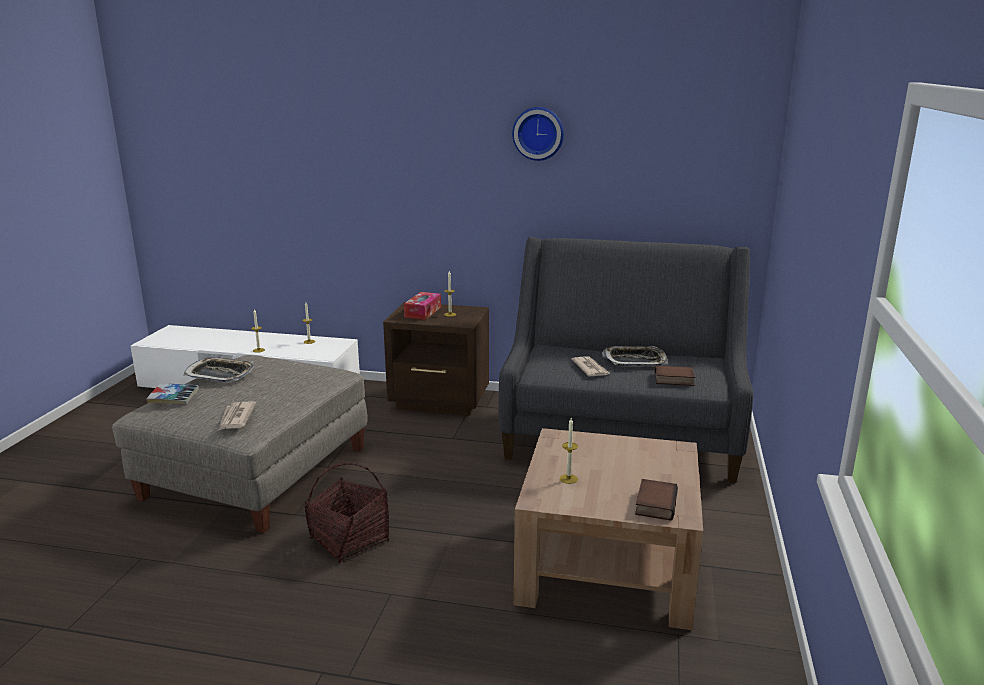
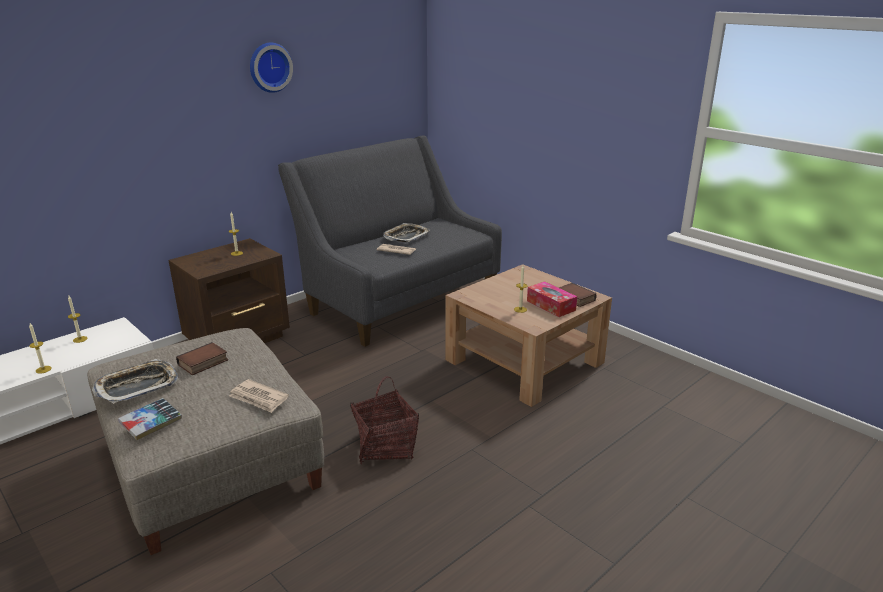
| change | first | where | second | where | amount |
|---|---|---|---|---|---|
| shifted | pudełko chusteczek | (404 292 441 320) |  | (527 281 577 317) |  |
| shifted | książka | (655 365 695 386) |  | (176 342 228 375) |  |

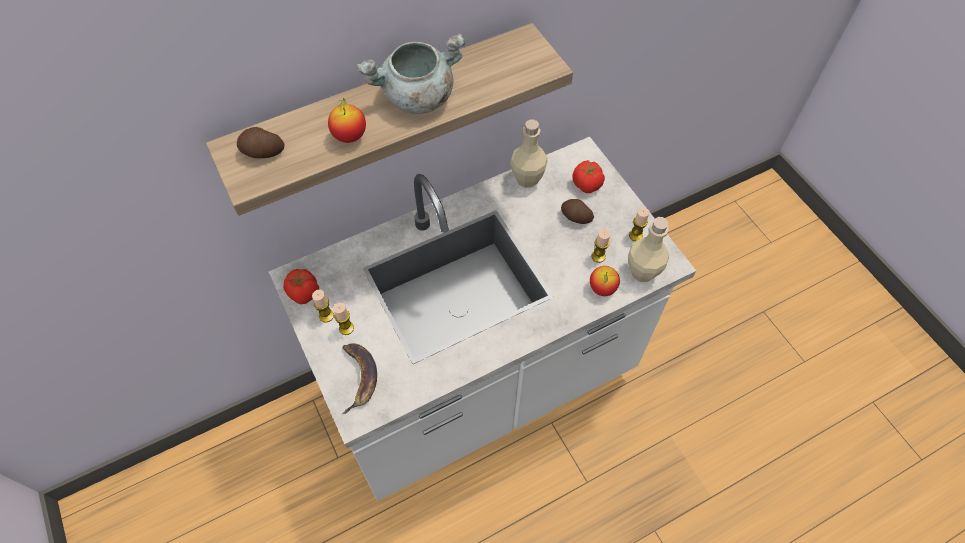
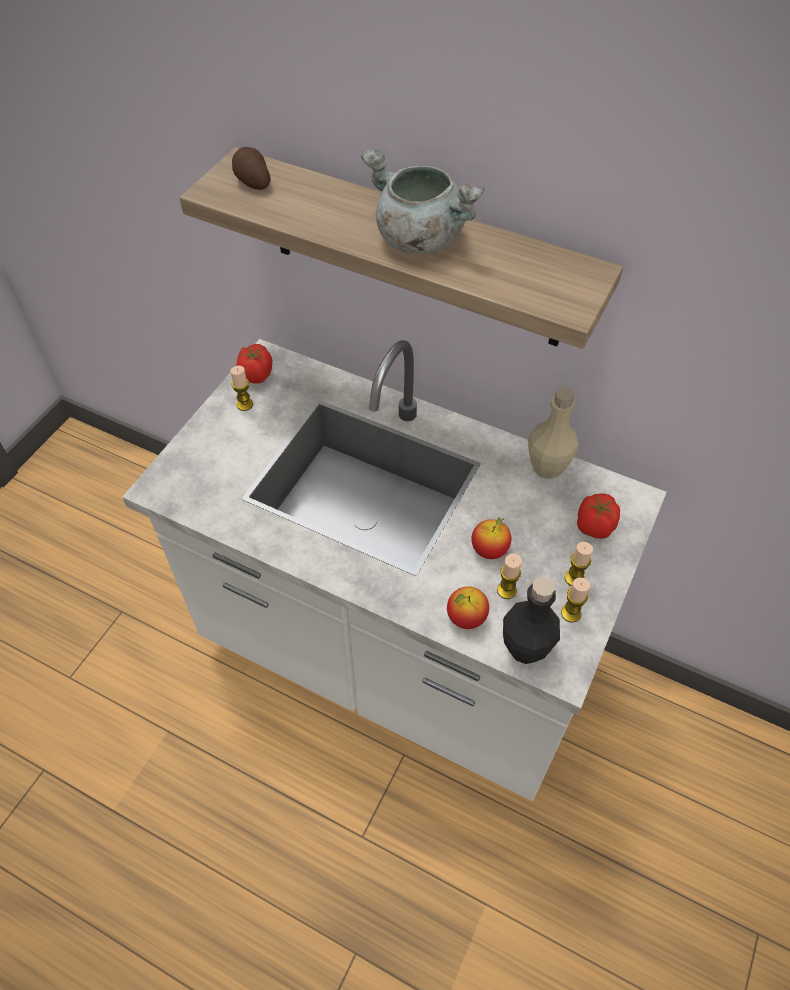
| change | first | where | second | where | amount |
|---|---|---|---|---|---|
| shifted | jabłko | (328 98 366 143) |  | (471 517 512 559) |  |
| shifted | świeca | (333 303 354 335) |  | (565 542 593 586) |  |
| gone | banan | (342 343 377 414) |  |  |  |
| gone | ziemniak | (561 199 594 224) |  |  |  |
| repainted | butelka [beżowy] | (628 217 669 282) | butelka [czarny] | (503 577 560 664) |  |

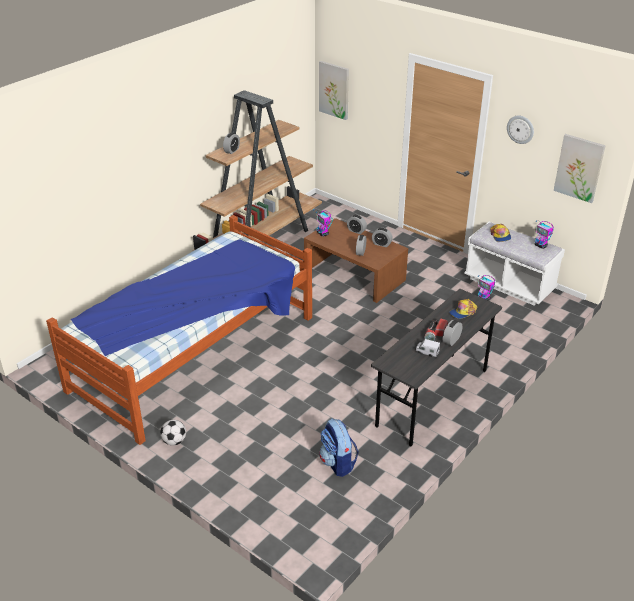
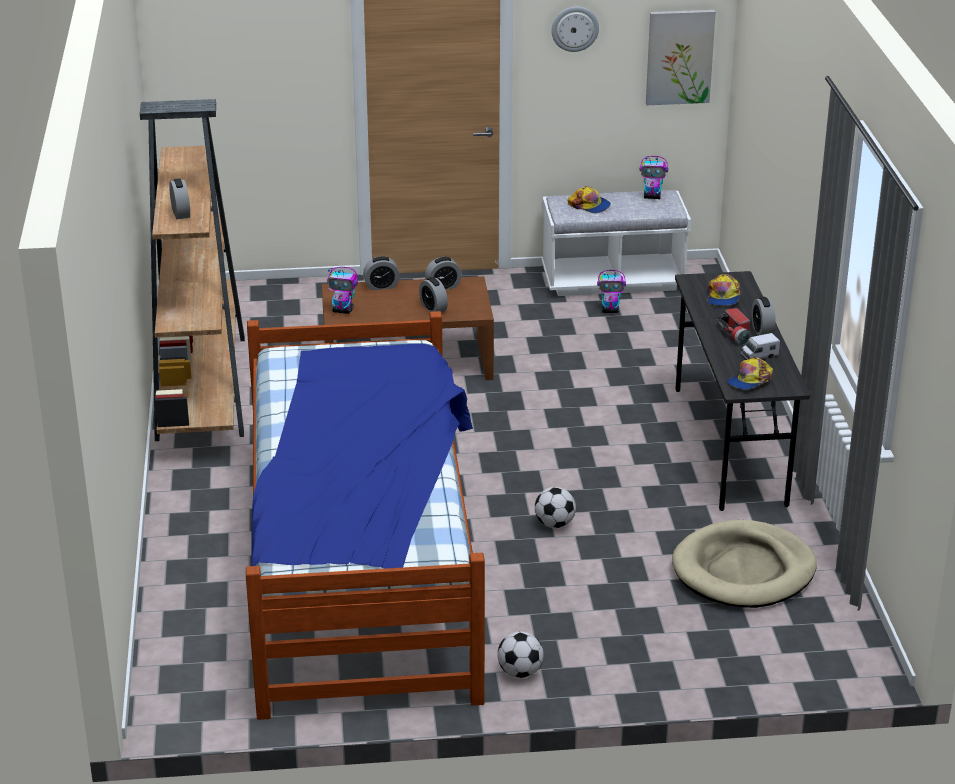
| change | first | where | second | where | amount |
|---|---|---|---|---|---|
| gone | obraz | (319 61 349 120) |  |  |  |
| swapped | plecak | (320 418 359 477) | legowisko [beżowy] | (672 520 817 608) |  |
| new |  |  | piłka futbolowa | (535 487 576 528) |  |
| new |  |  | czapka z daszkiem | (726 357 773 389) |  |

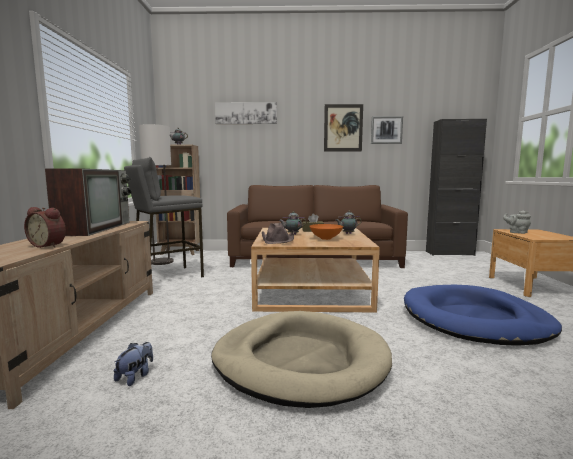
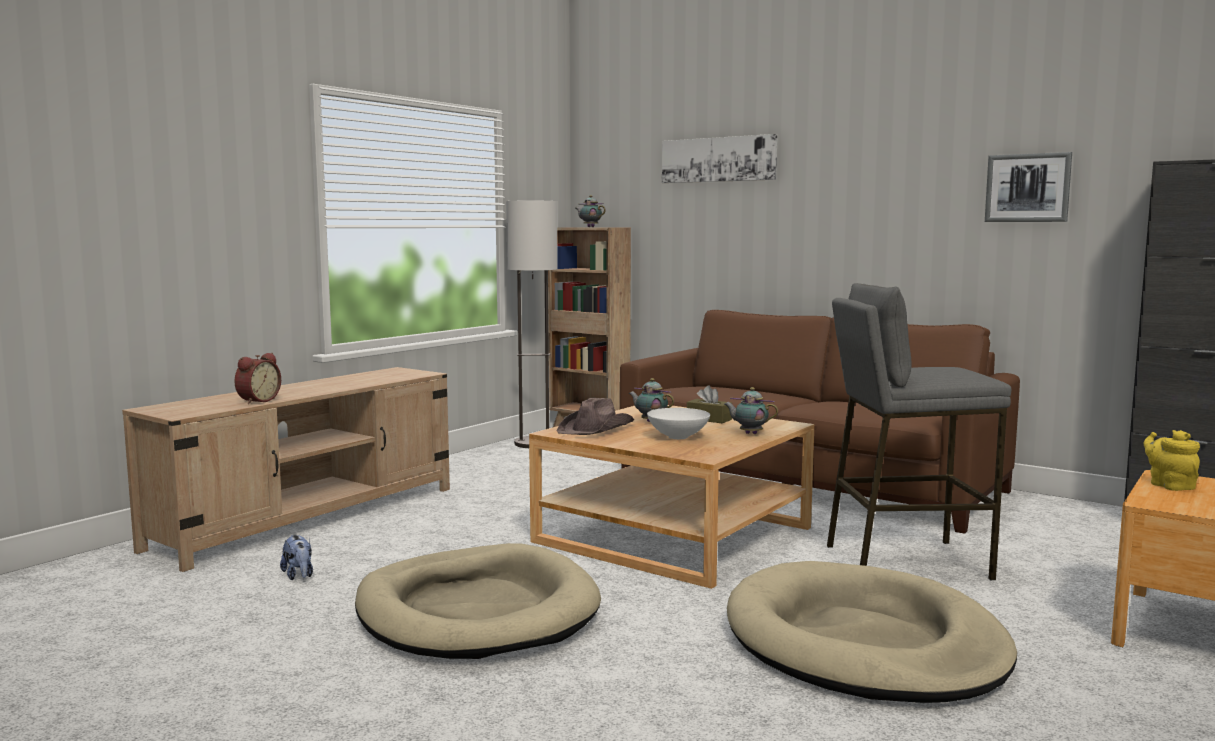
| change | first | where | second | where | amount |
|---|---|---|---|---|---|
| rotated | budzik | (24 207 66 248) |  | (234 353 281 404) | 120 degrees counterclockwise |
| gone | telewizor | (45 168 132 236) |  |  |  |
| rotated | pluszak | (114 342 153 386) |  | (280 535 313 580) | 90 degrees clockwise |
| shifted | stołek [szary] | (124 157 204 277) |  | (827 283 1011 580) |  |
| repainted | miska [pomarańczowy] | (309 224 343 240) | miska [biały] | (647 408 710 439) |  |
| gone | obraz | (324 104 363 152) |  |  |  |
| repainted | legowisko [niebieski] | (404 285 562 346) | legowisko [beżowy] | (727 561 1017 703) |  |
| repainted | imbryk [szary] | (503 211 531 234) | imbryk [żółty] | (1144 430 1200 491) |  |

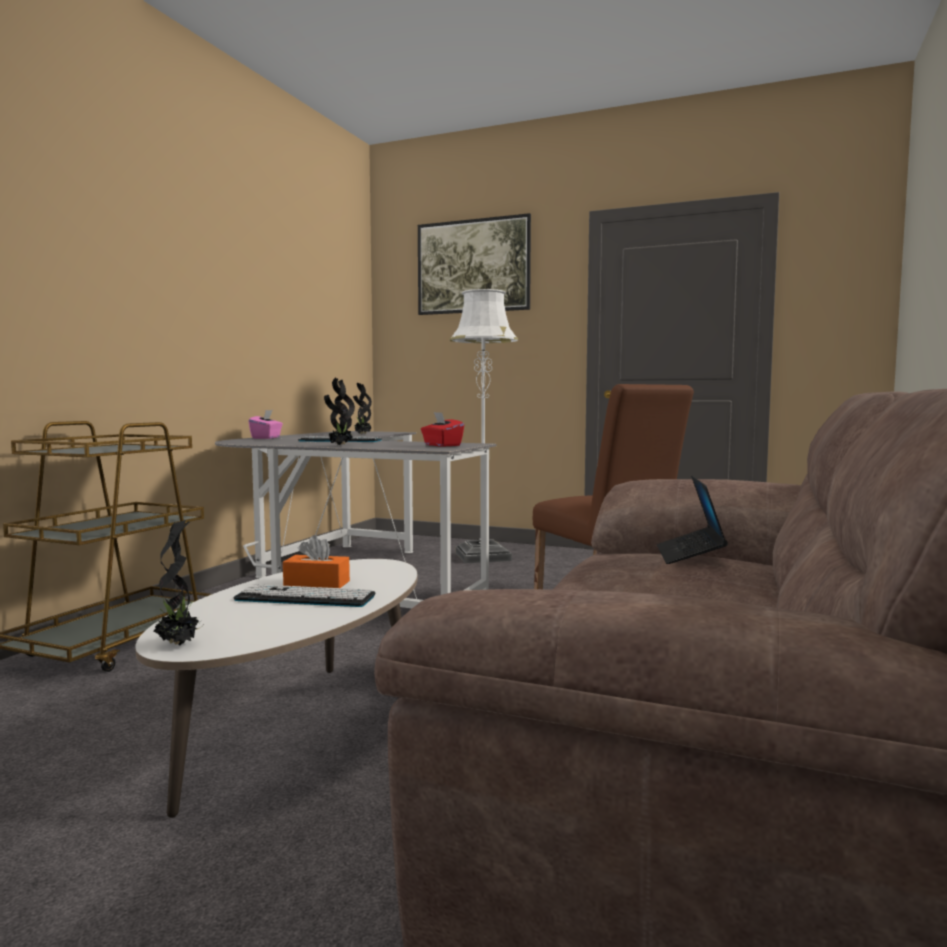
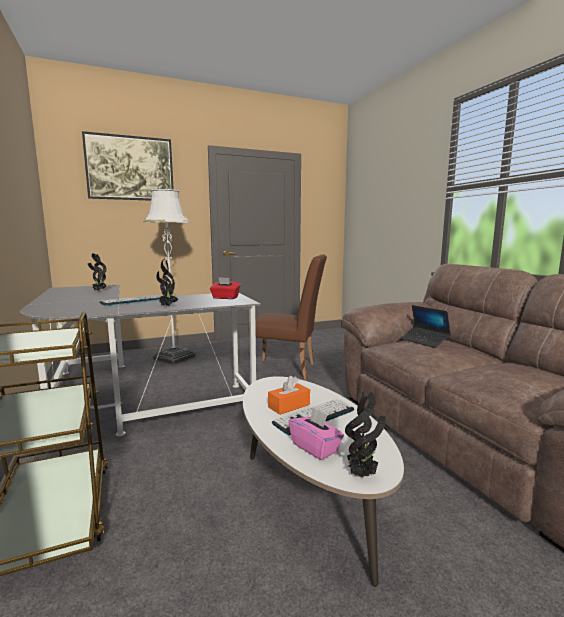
| change | first | where | second | where | amount |
|---|---|---|---|---|---|
| shifted | pudełko chusteczek [różowy] | (248 410 283 439) |  | (289 407 344 460) |  |

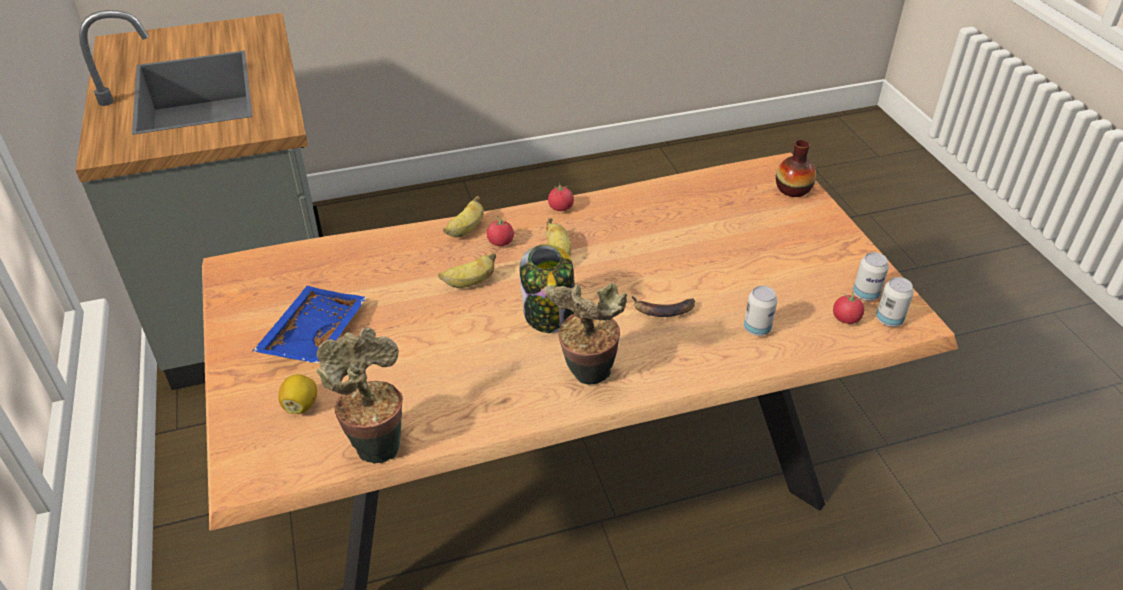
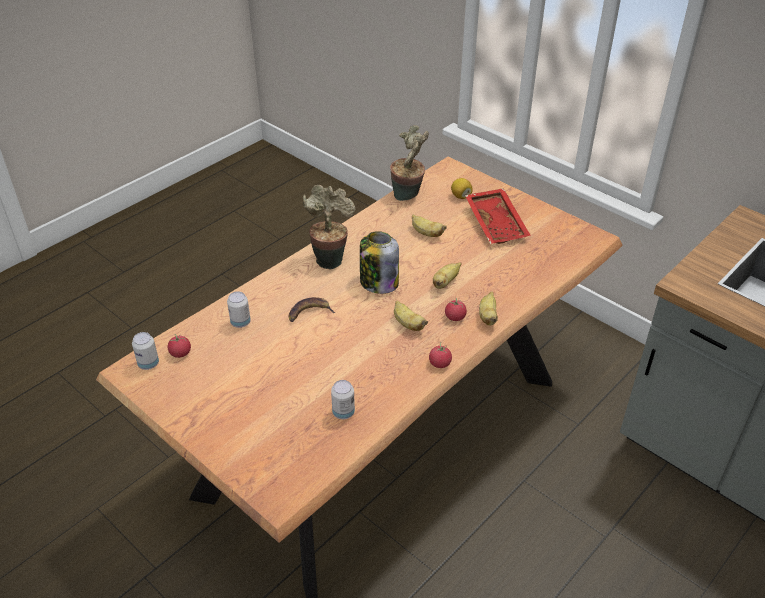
| change | first | where | second | where | amount |
|---|---|---|---|---|---|
| repainted | taca [niebieski] | (252 286 367 364) | taca [czerwony] | (465 188 531 244) |  |
| gone | wazon | (776 140 816 197) |  |  |  |
| shifted | puszka | (853 252 889 301) |  | (331 380 355 419) |  |
| new |  |  | banan | (412 215 447 237) |  |

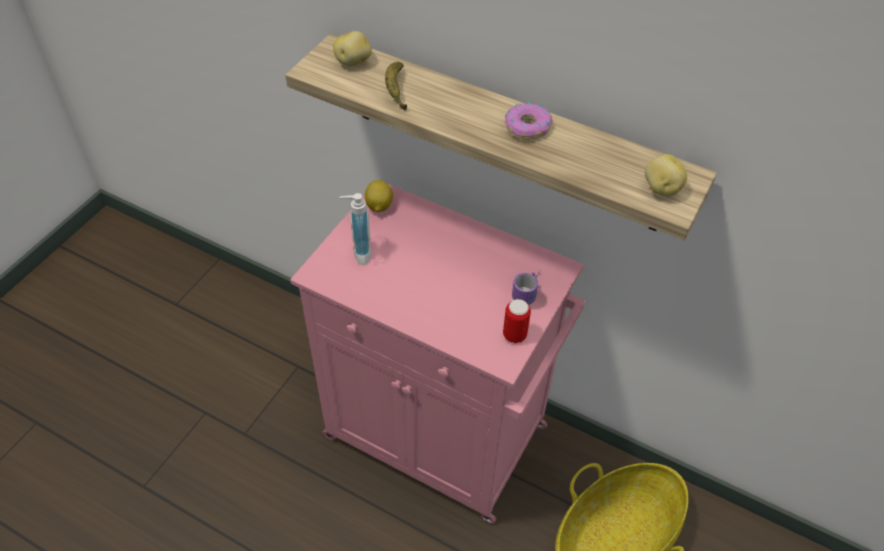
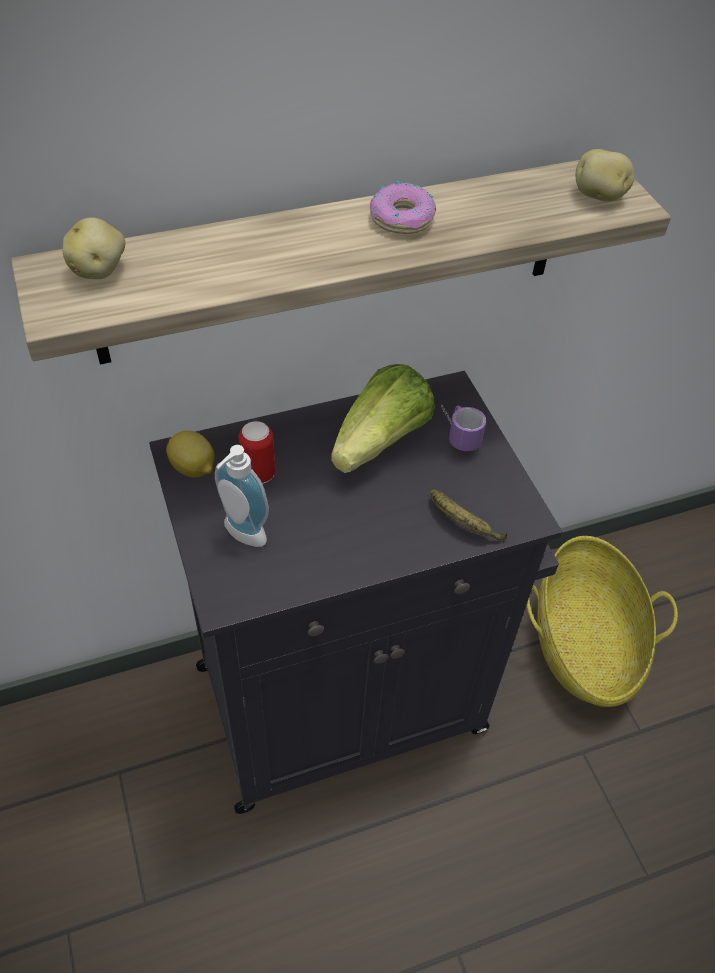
| change | first | where | second | where | amount |
|---|---|---|---|---|---|
| repainted | szafka [różowy] | (290 179 585 524) | szafka [czarny] | (149 371 563 814) |  |
| shifted | banan | (385 62 407 111) |  | (430 490 507 540) |  |
| shifted | puszka | (503 299 531 343) |  | (239 421 275 484) |  |
| new |  |  | sałata | (331 364 435 473) |  |

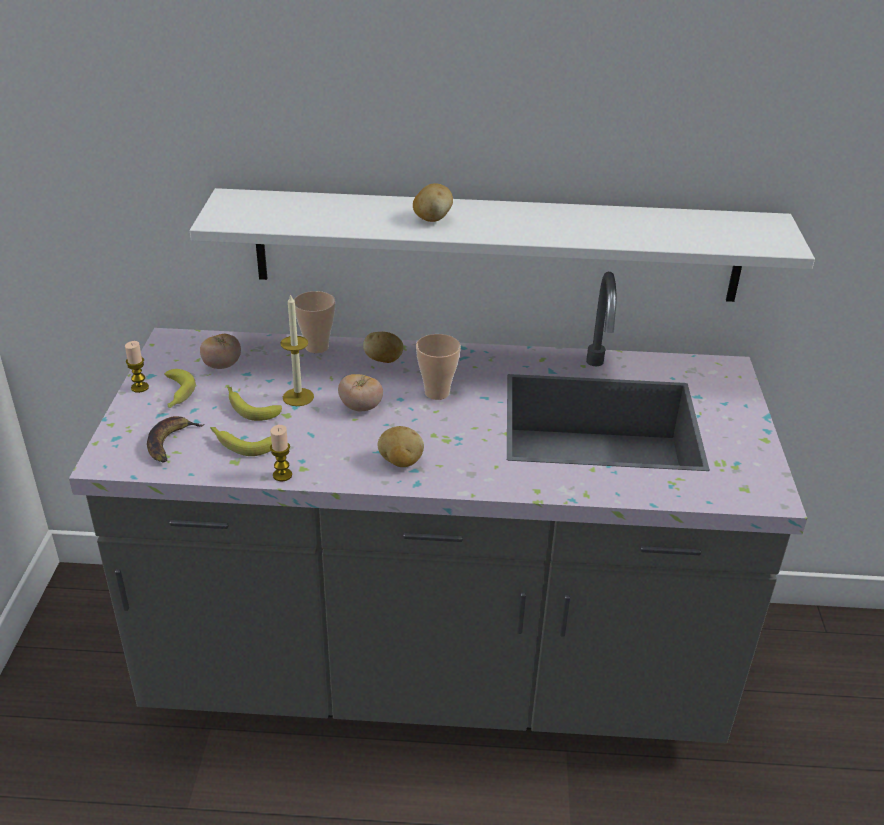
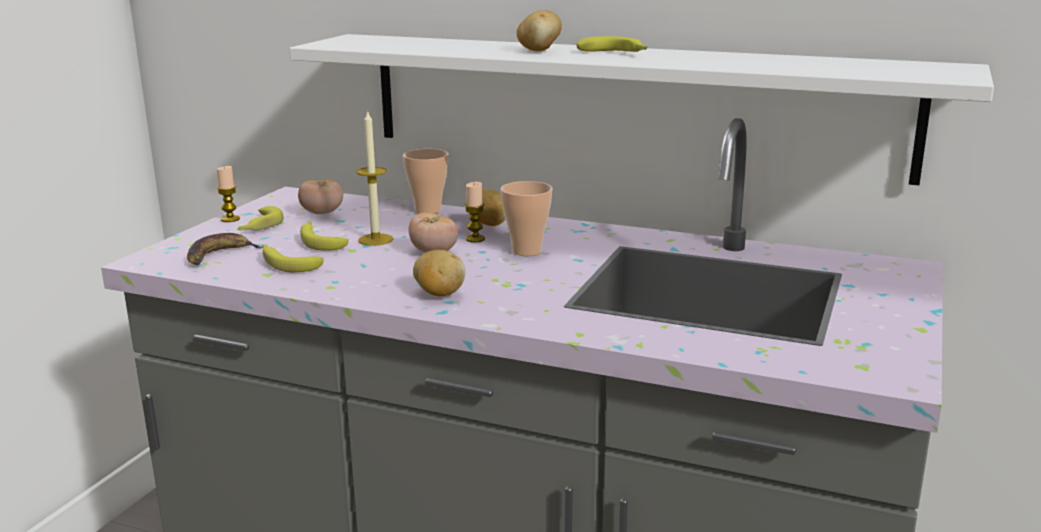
| change | first | where | second | where | amount |
|---|---|---|---|---|---|
| shifted | świeca | (270 425 292 481) |  | (464 182 485 243) |  |
| new |  |  | banan | (576 36 648 52) |  |

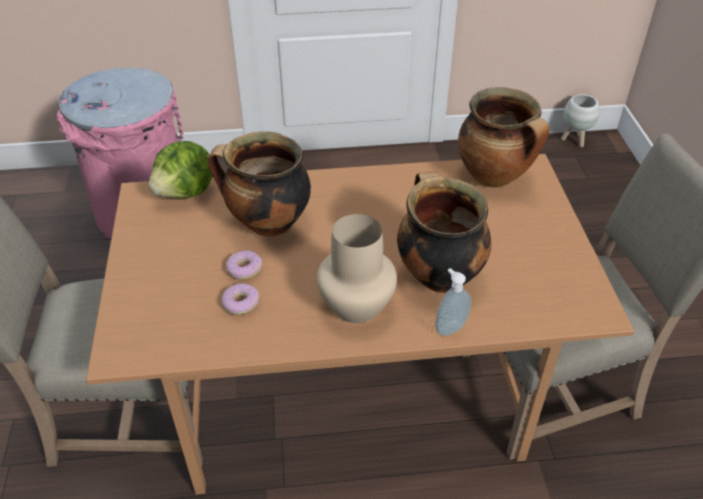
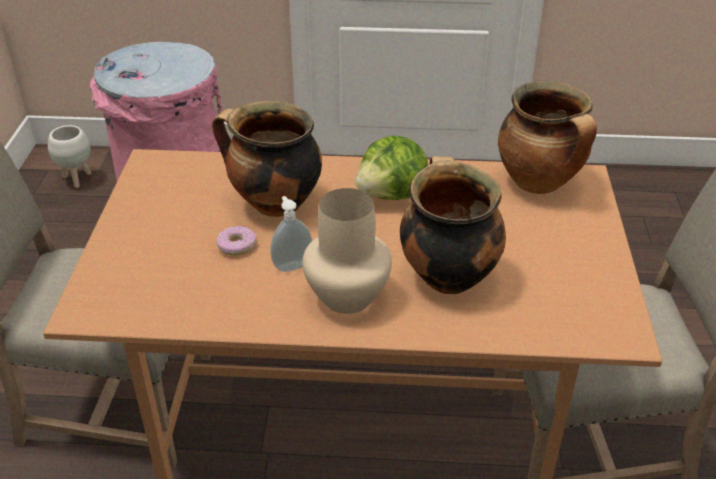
| change | first | where | second | where | amount |
|---|---|---|---|---|---|
| shifted | sałata | (148 141 213 198) |  | (355 136 428 200) |  |
| gone | donut | (221 283 259 315) |  |  |  |
| shifted | dozownik mydła | (435 268 471 336) |  | (270 196 312 272) |  |
| shifted | donica [biały] | (561 94 599 147) |  | (48 125 91 188) |  |

